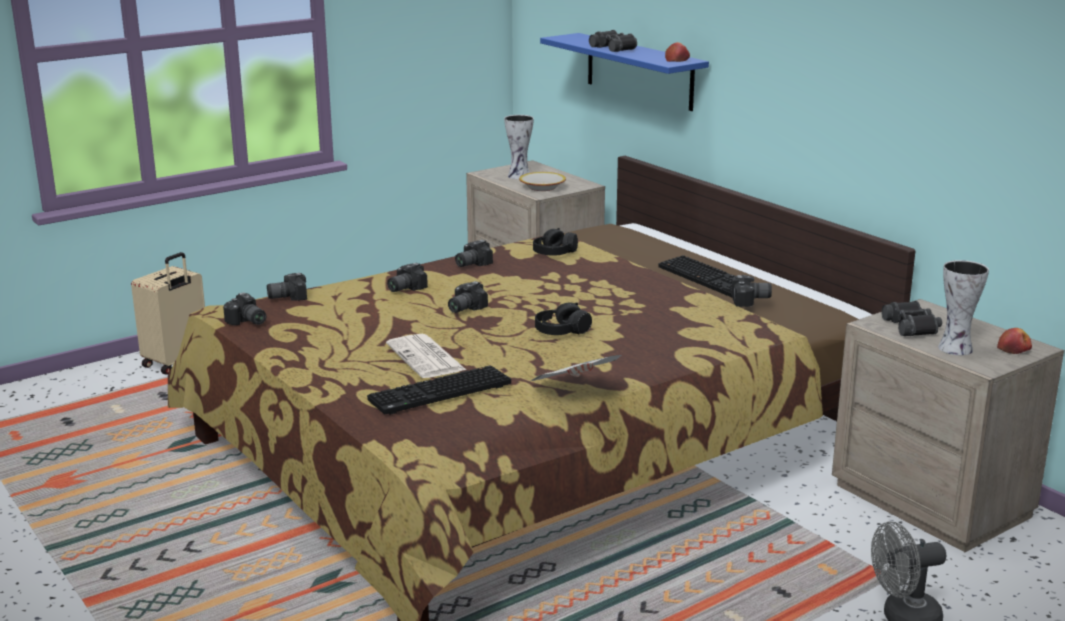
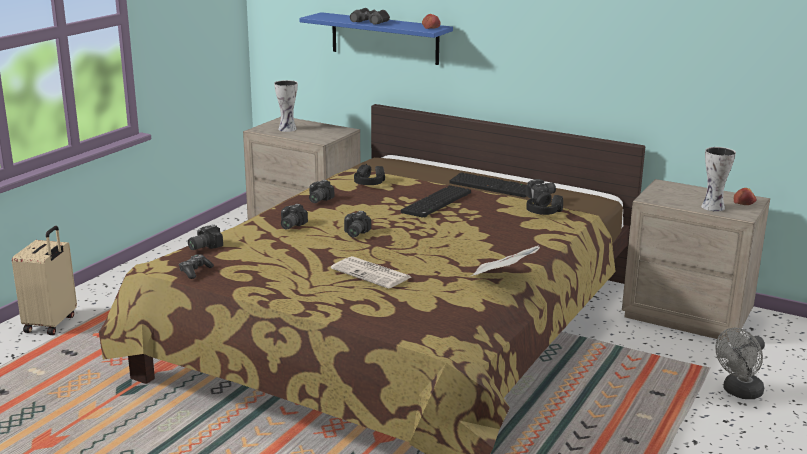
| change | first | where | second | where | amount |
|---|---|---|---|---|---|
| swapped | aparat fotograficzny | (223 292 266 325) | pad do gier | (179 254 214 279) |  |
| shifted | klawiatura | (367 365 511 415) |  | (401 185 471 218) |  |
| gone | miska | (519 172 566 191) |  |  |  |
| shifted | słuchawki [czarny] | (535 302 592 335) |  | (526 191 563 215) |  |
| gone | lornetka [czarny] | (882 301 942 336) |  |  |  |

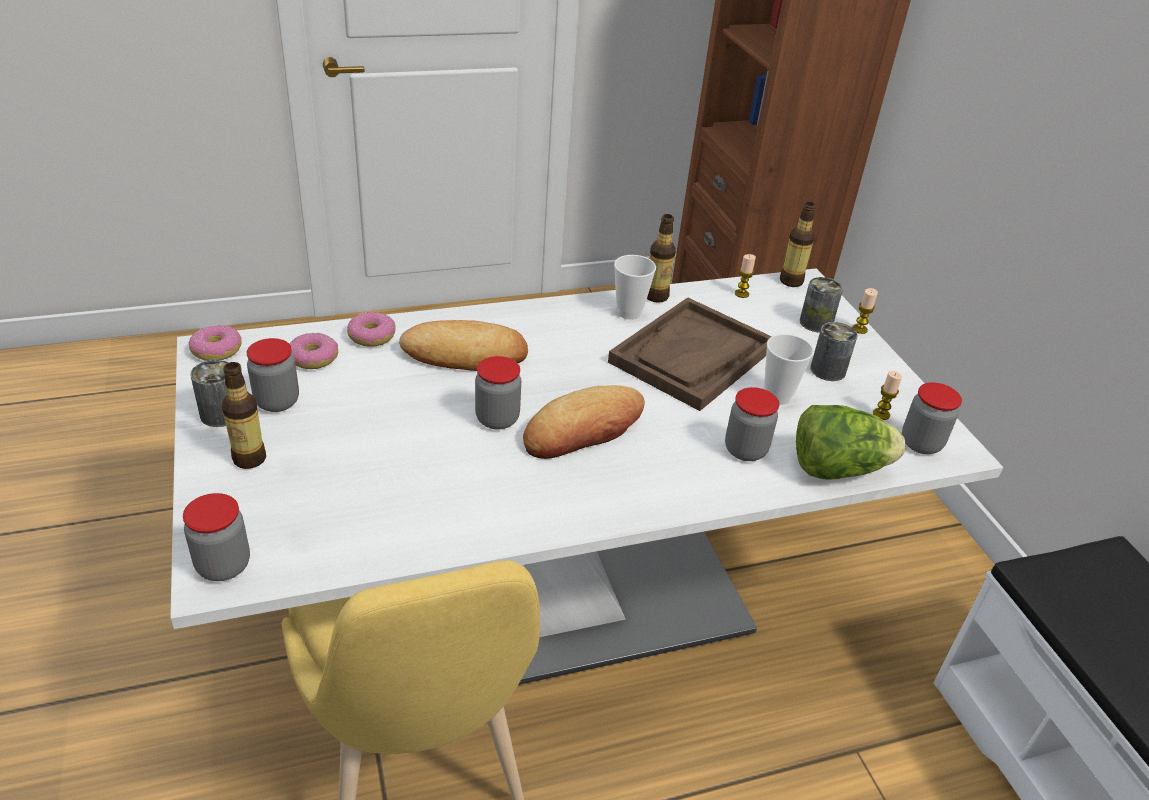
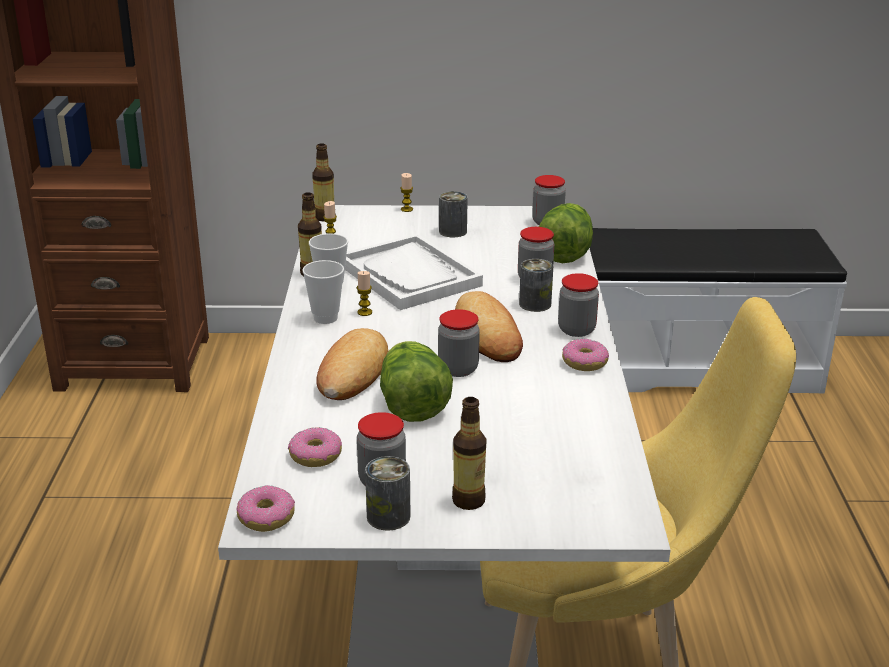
| change | first | where | second | where | amount |
|---|---|---|---|---|---|
| shifted | słoik | (183 493 250 581) |  | (558 273 599 337) |  |
| shifted | donut | (347 312 395 347) |  | (562 338 609 371) |  |
| repainted | taca [brązowy] | (608 297 772 411) | taca [biały] | (345 234 483 310) |  |
| shifted | filiżanka | (764 334 814 405) |  | (302 260 344 324) |  |
| shifted | puszka | (800 277 843 332) |  | (519 259 553 312) |  |
| shifted | świeca | (873 371 902 420) |  | (356 271 372 316) |  |
| new |  |  | sałata | (380 341 453 422) |  |

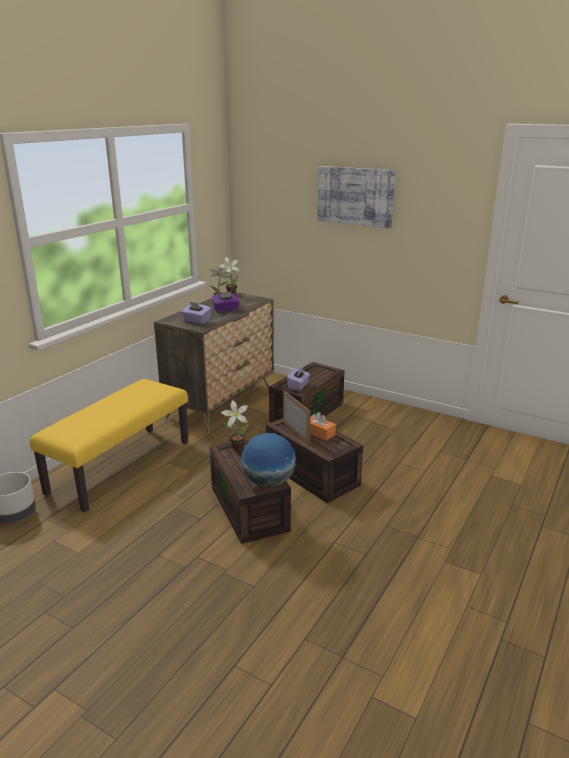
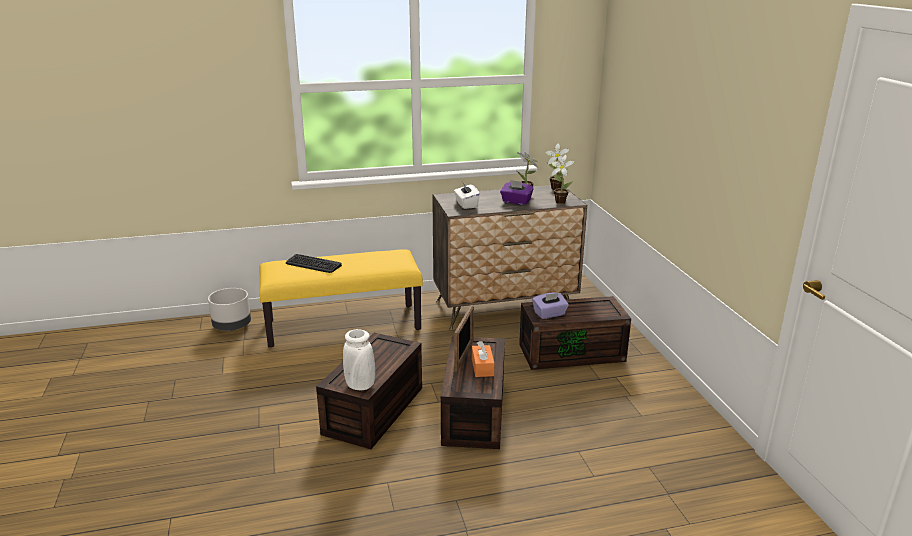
| change | first | where | second | where | amount |
|---|---|---|---|---|---|
| repainted | pudełko chusteczek [fioletowy] | (181 302 212 324) | pudełko chusteczek [biały] | (454 181 480 209) |  |
| shifted | roślina doniczkowa | (221 400 248 450) |  | (551 155 575 204) |  |
| swapped | globus | (242 433 296 488) | wazon [biały] | (343 329 375 390) |  |
| gone | obraz | (317 166 395 228) |  |  |  |
| new |  |  | klawiatura | (286 254 342 273) |  |

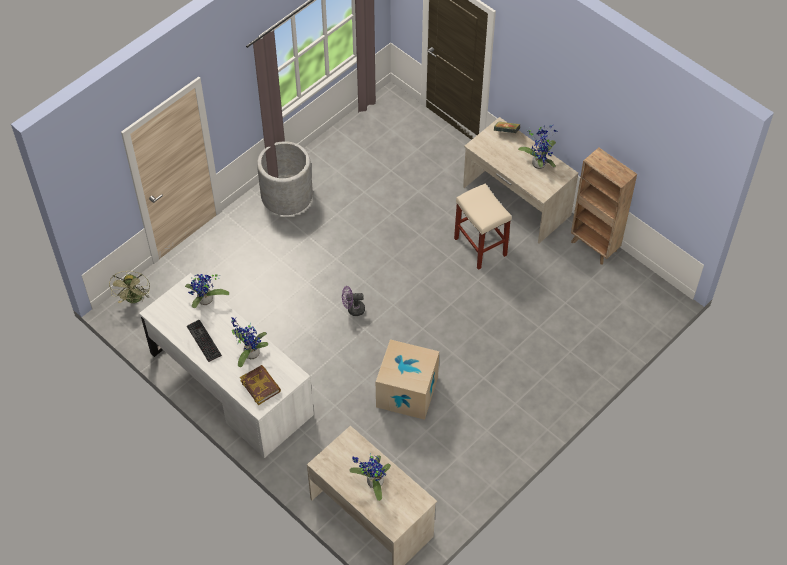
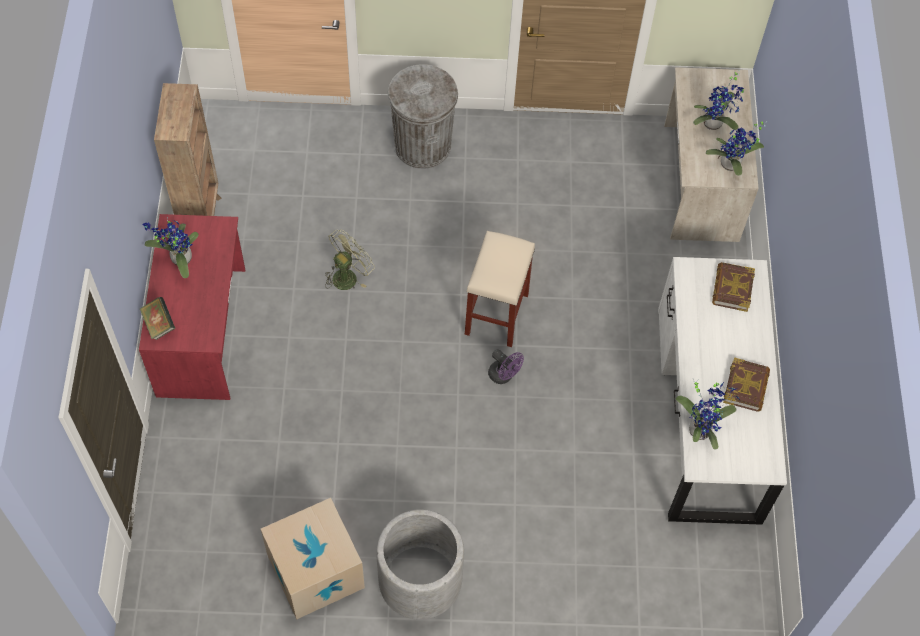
| change | first | where | second | where | amount |
|---|---|---|---|---|---|
| shifted | wentylator [zielony] | (109 271 150 304) |  | (325 230 375 290) |  |
| swapped | klawiatura | (187 320 222 362) | książka | (723 357 770 412) |  |
| shifted | roślina doniczkowa | (231 317 268 367) |  | (706 121 767 176) |  |
| shifted | karton | (376 339 439 420) |  | (261 498 365 619) |  |
| shifted | stołek [beżowy] | (454 183 512 270) |  | (465 231 535 347) |  |
| repainted | biurko [beżowy] | (463 117 578 244) | biurko [czerwony] | (139 214 245 400) |  |
| new |  |  | kosz na śmieci [szary] | (387 64 458 169) |  |

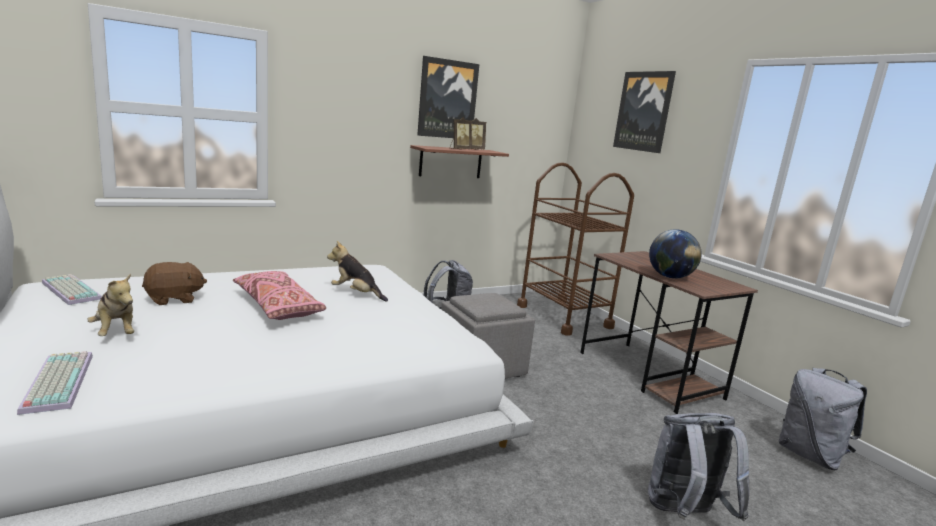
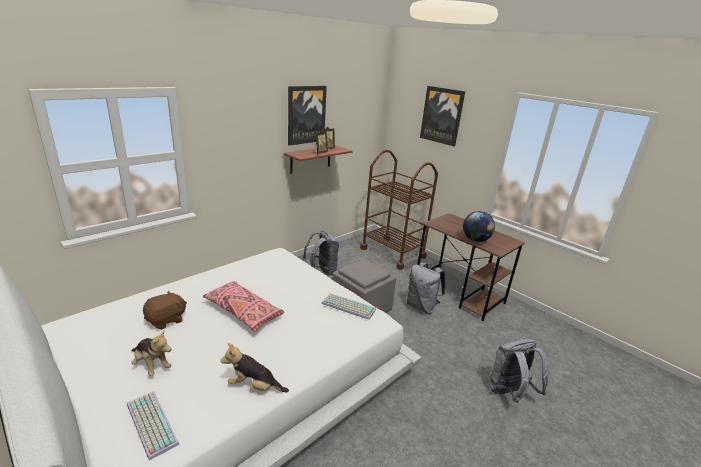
| change | first | where | second | where | amount |
|---|---|---|---|---|---|
| shifted | klawiatura | (42 274 102 305) |  | (322 293 376 320) |  |
| shifted | pluszak | (327 241 388 302) |  | (220 343 289 393) |  |
| shifted | plecak [szary] | (779 368 867 470) |  | (407 262 445 314) |  |

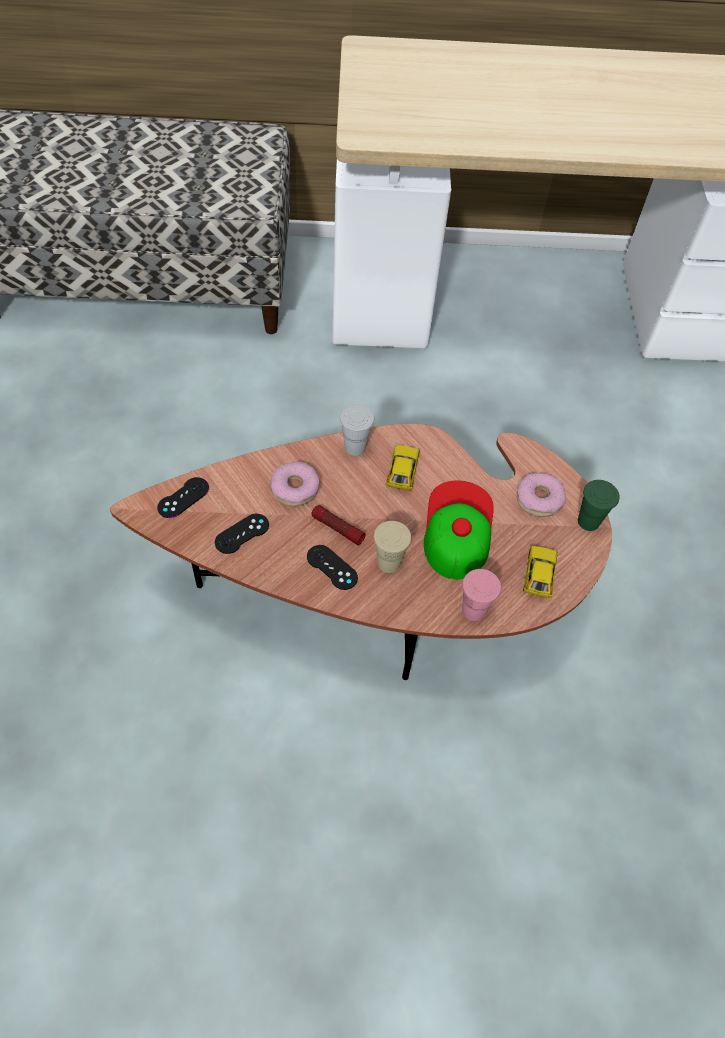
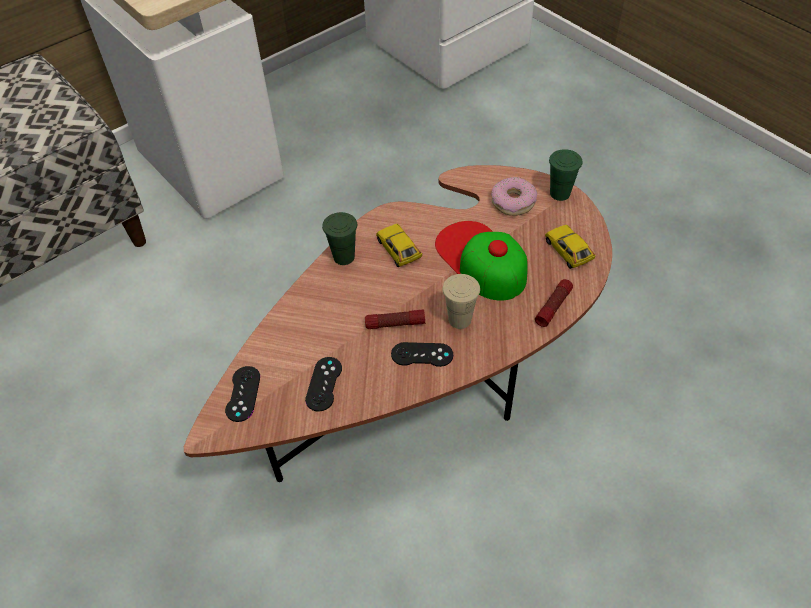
| change | first | where | second | where | amount |
|---|---|---|---|---|---|
| gone | donut | (270 462 319 507) |  |  |  |
| repainted | filiżanka [biały] | (340 405 374 456) | filiżanka [zielony] | (322 212 357 265) |  |
| swapped | filiżanka [różowy] | (462 569 501 621) | latarka | (535 279 573 327) |  |

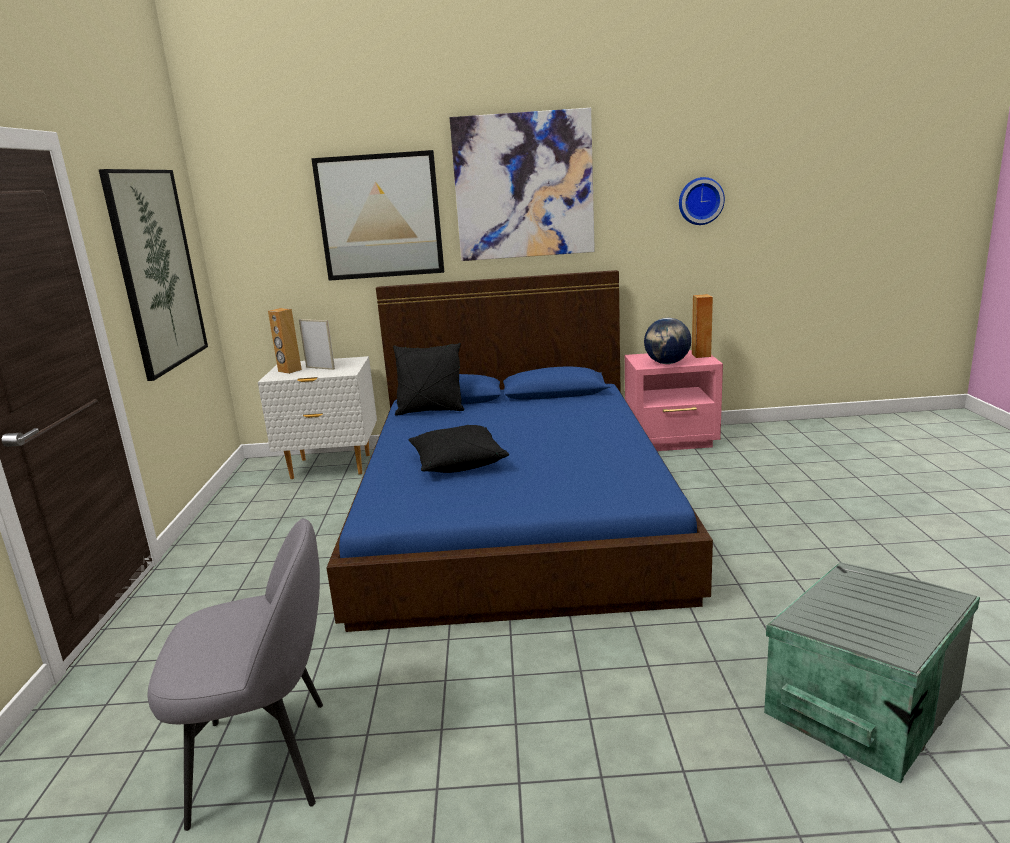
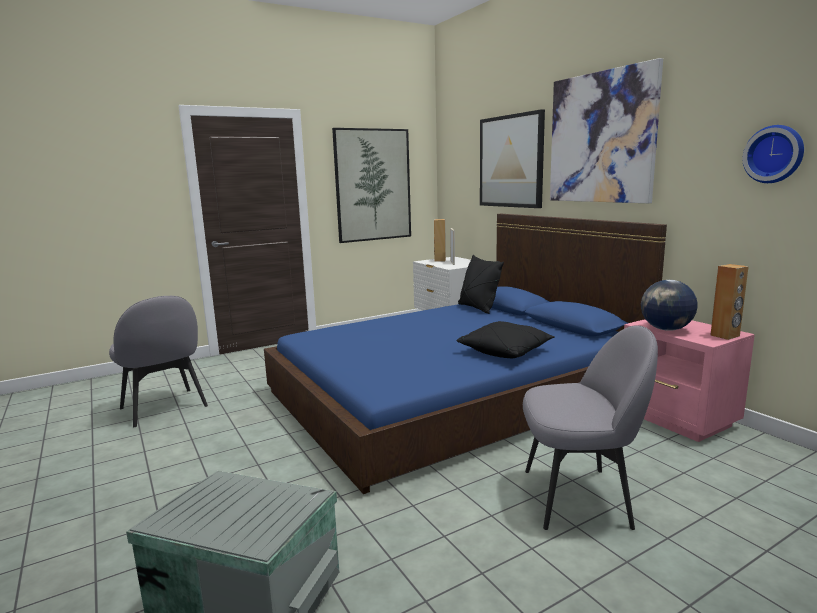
| change | first | where | second | where | amount |
|---|---|---|---|---|---|
| shifted | poduszka [czarny] | (409 425 509 473) |  | (456 321 555 358) |  |
| new |  |  | krzesło [szary] | (523 325 658 530) |  |

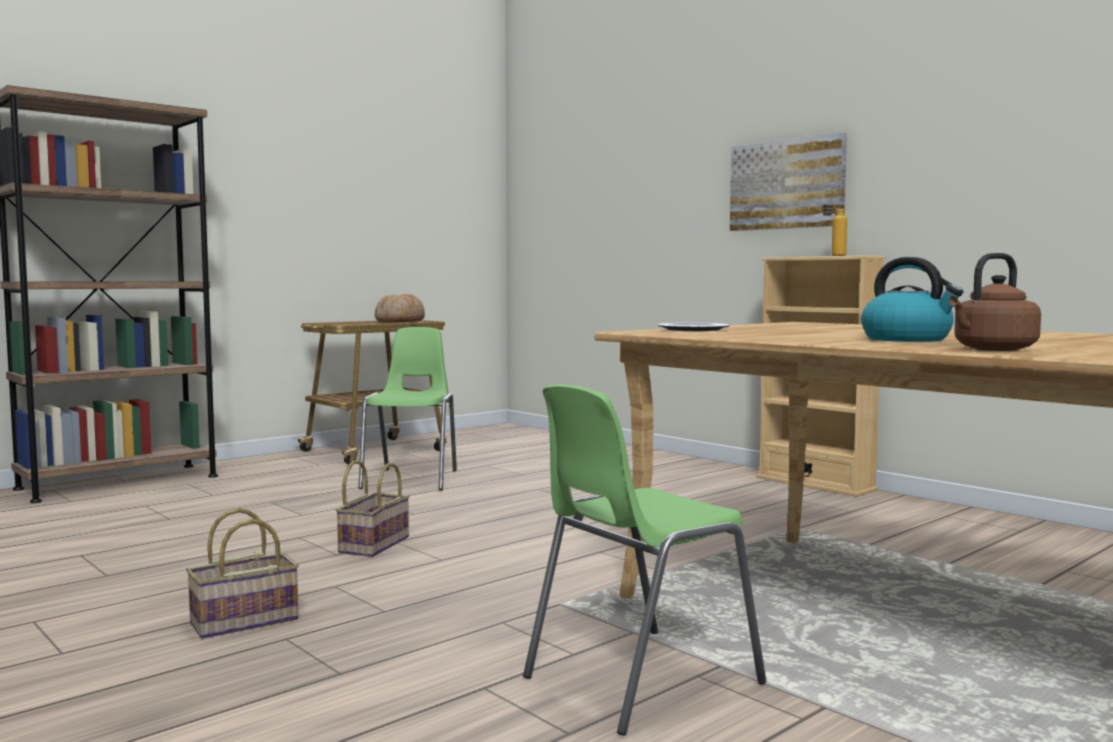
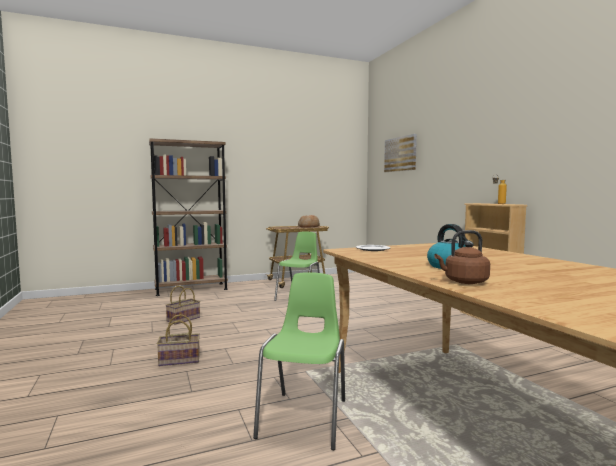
| change | first | where | second | where | amount |
|---|---|---|---|---|---|
| shifted | koszyk | (336 460 410 557) |  | (166 286 200 325) |  |
| rotated | krzesło [zielony] | (523 384 766 736) |  | (253 272 345 450) | 120 degrees clockwise |
| shifted | obraz | (730 132 847 231) |  | (384 134 417 172) |  |

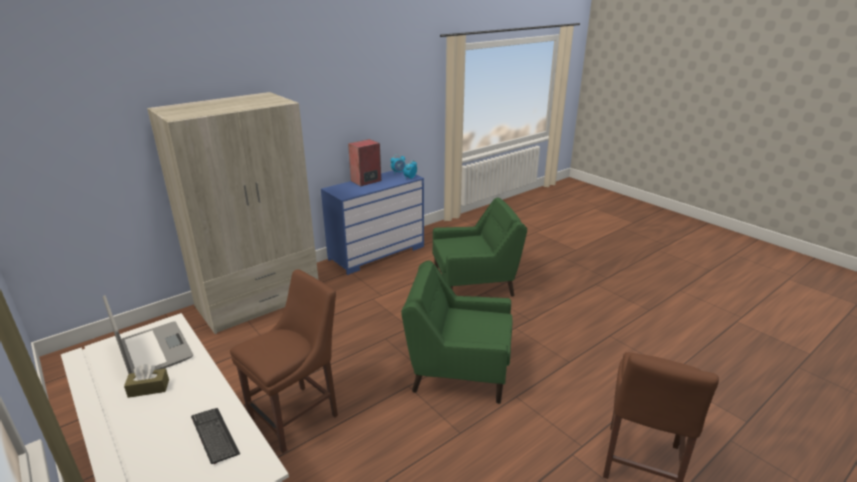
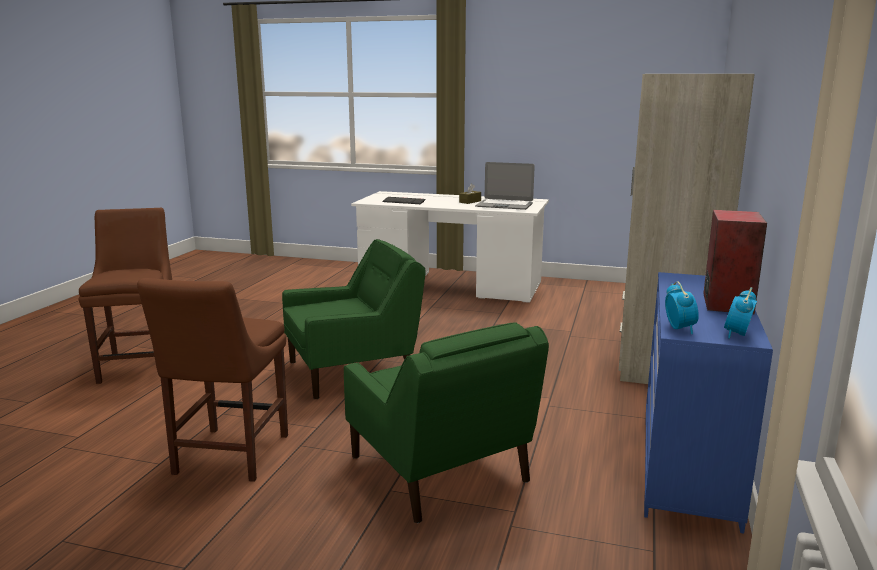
| change | first | where | second | where | amount |
|---|---|---|---|---|---|
| shifted | krzesło [brązowy] | (230 269 338 453) |  | (137 278 288 482) |  |
| rotated | fotel [zielony] | (433 198 527 296) |  | (344 322 549 523) | 75 degrees counterclockwise |

